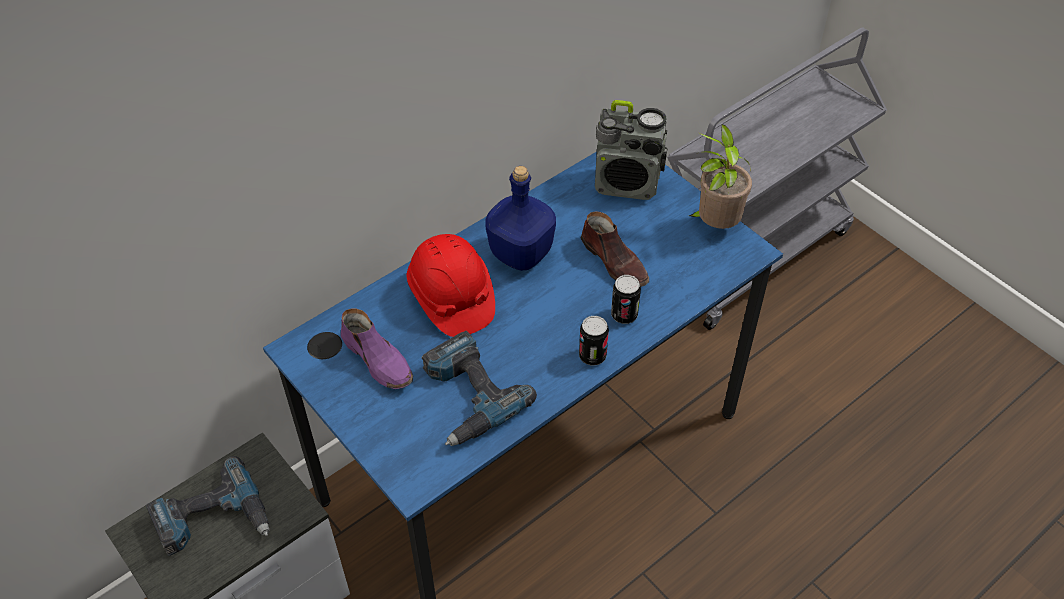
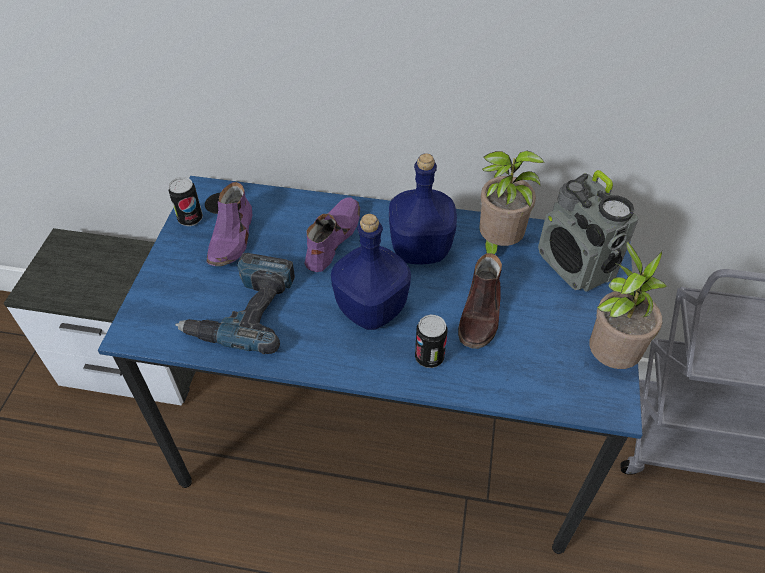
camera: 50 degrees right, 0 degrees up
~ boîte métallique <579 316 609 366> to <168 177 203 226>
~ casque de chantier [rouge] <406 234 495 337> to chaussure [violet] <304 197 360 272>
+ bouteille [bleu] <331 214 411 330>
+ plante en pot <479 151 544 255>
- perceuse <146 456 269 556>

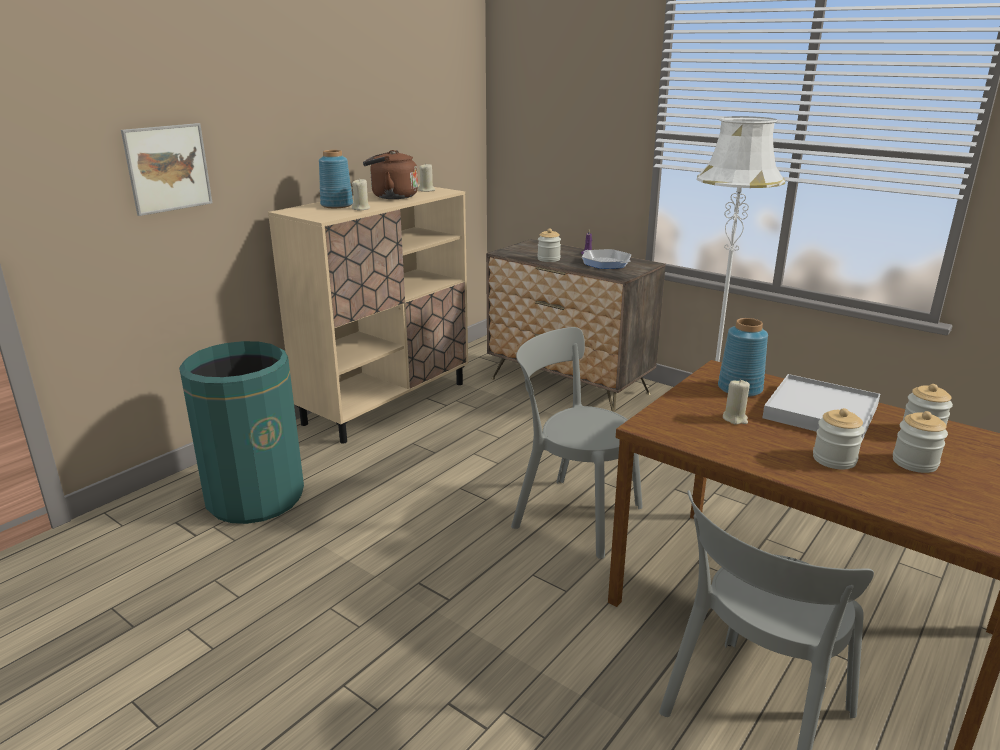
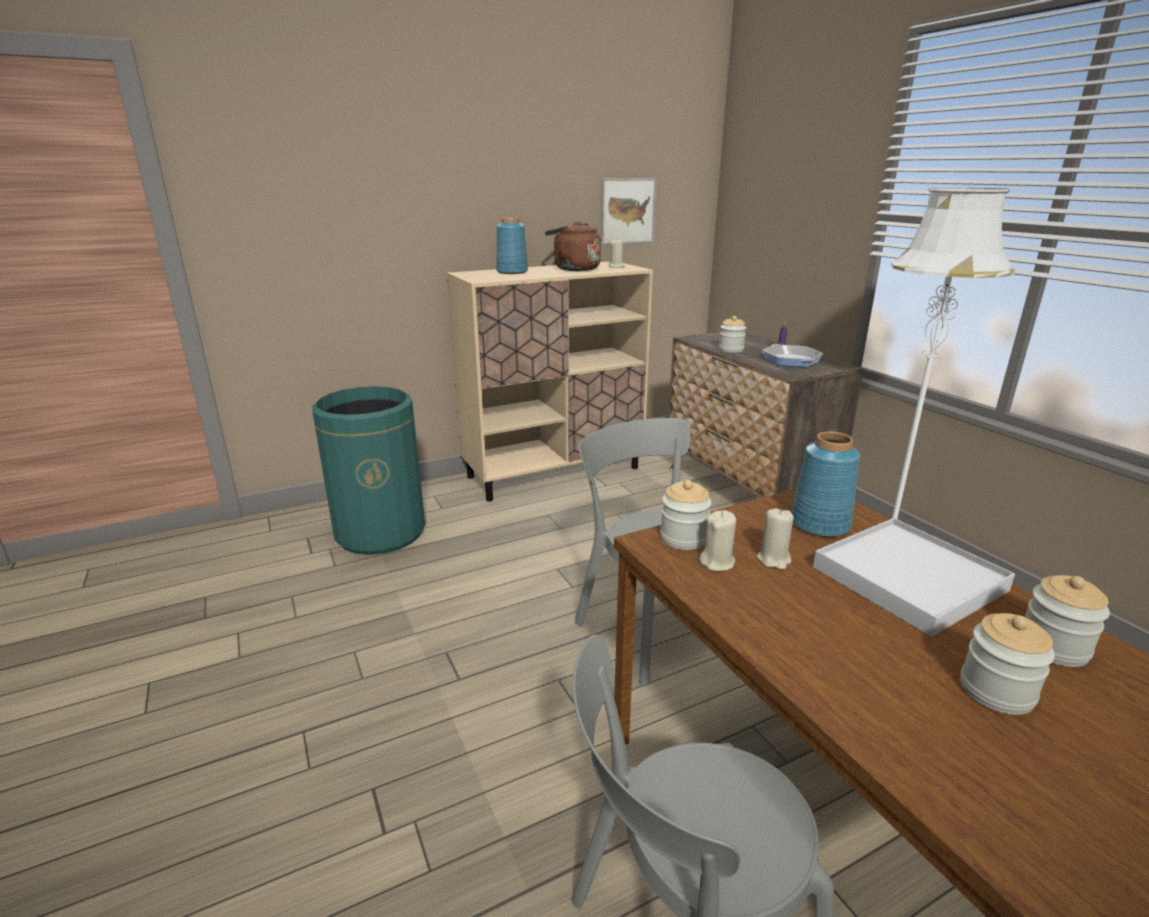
camera: 25 degrees right, 0 degrees up
~ tableau <121 123 212 216> to <601 178 656 245>
~ bocal <813 408 865 469> to <660 480 712 550>
~ bougie [beige] <352 178 370 210> to <699 510 736 571>

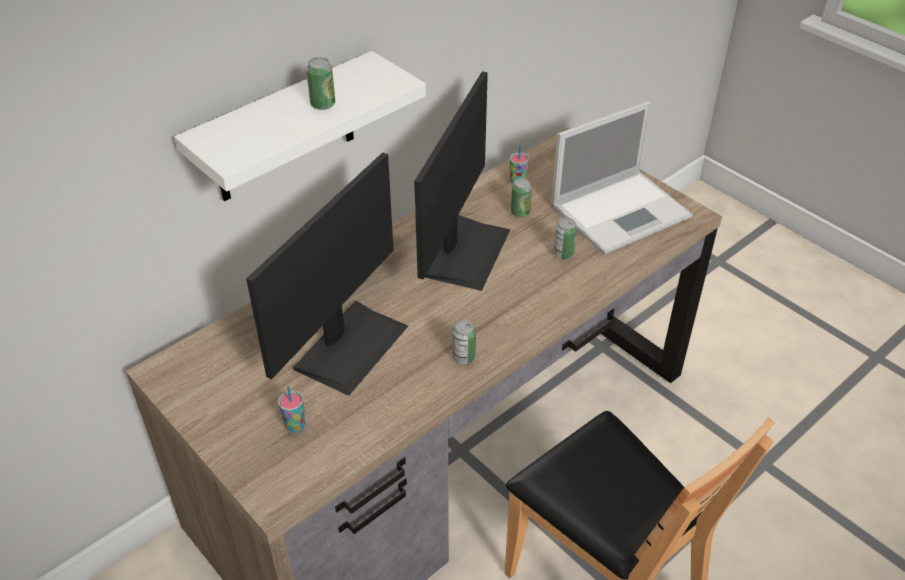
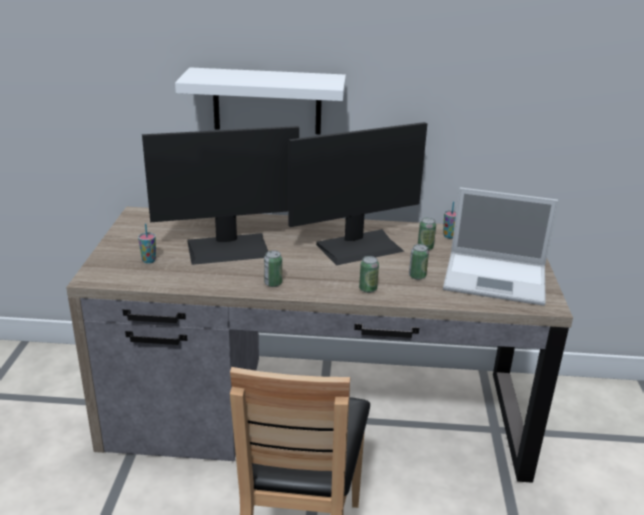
camera: 45 degrees right, 15 degrees down
~ boîte métallique <306 57 335 110> to <359 256 379 293>

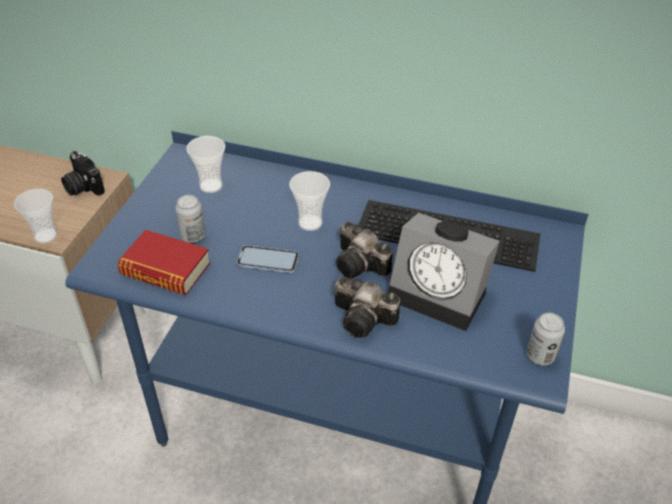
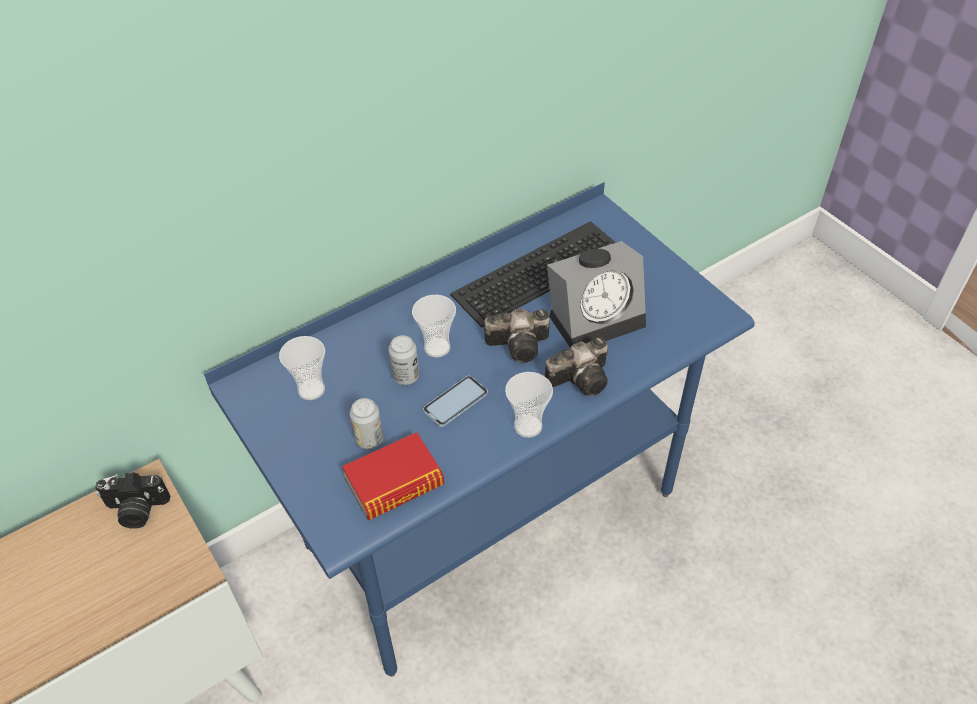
camera: 50 degrees left, 5 degrees up
~ boîte métallique <526 313 565 365> to <389 335 419 385>
~ tasse <14 189 57 243> to <505 372 553 438>

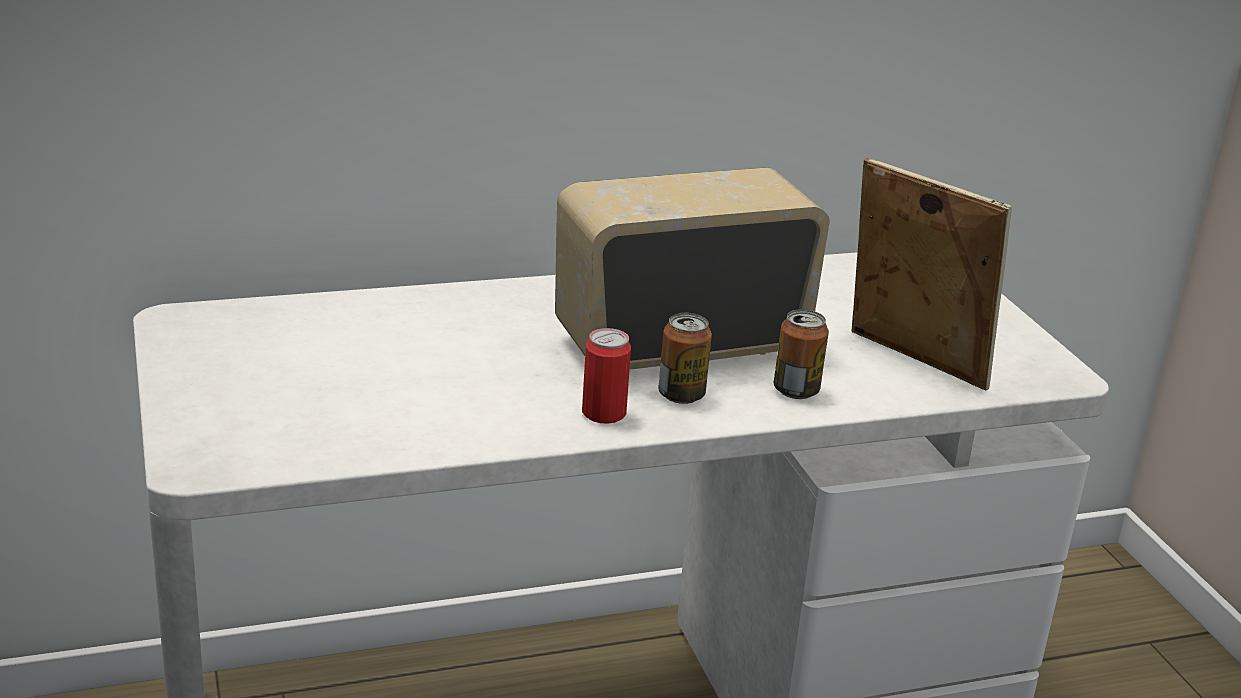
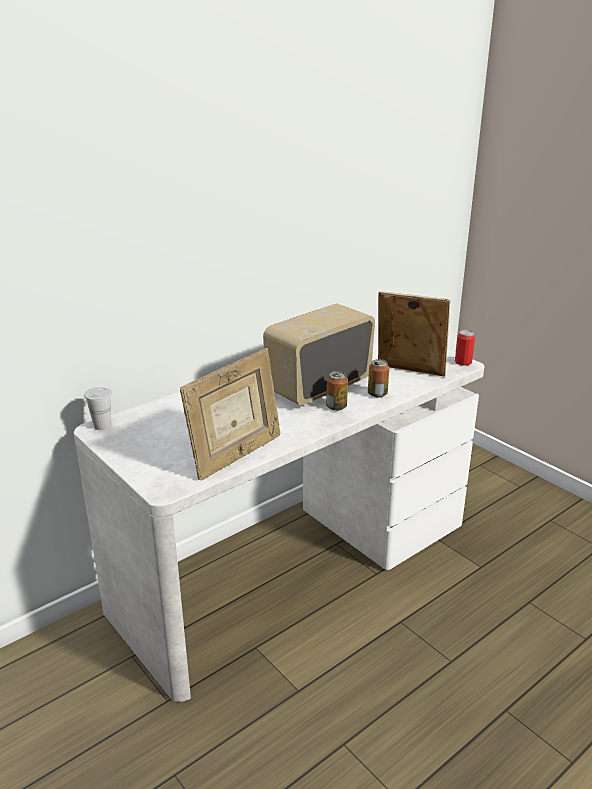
camera: 20 degrees left, 0 degrees up
+ tasse [blanc] <84 387 112 430>
+ cadre photo <180 348 281 480>
~ boîte métallique <582 328 631 424> to <455 330 475 366>

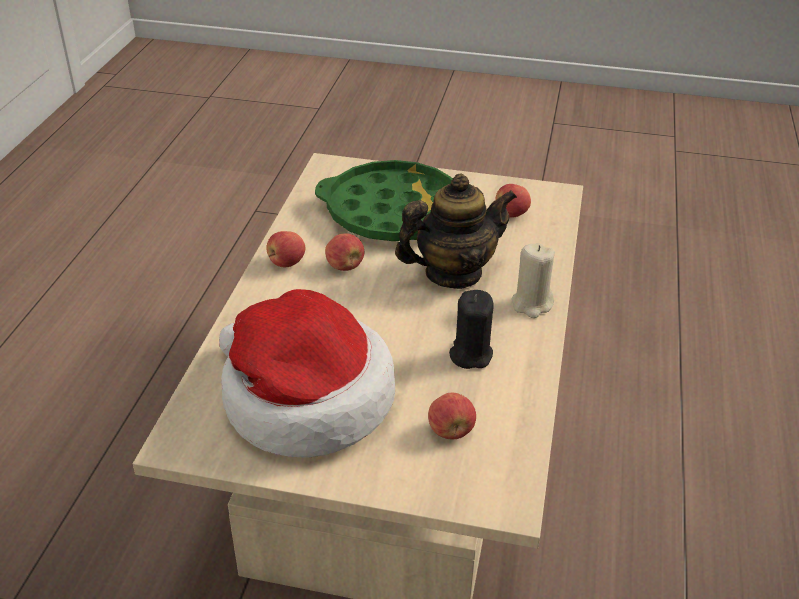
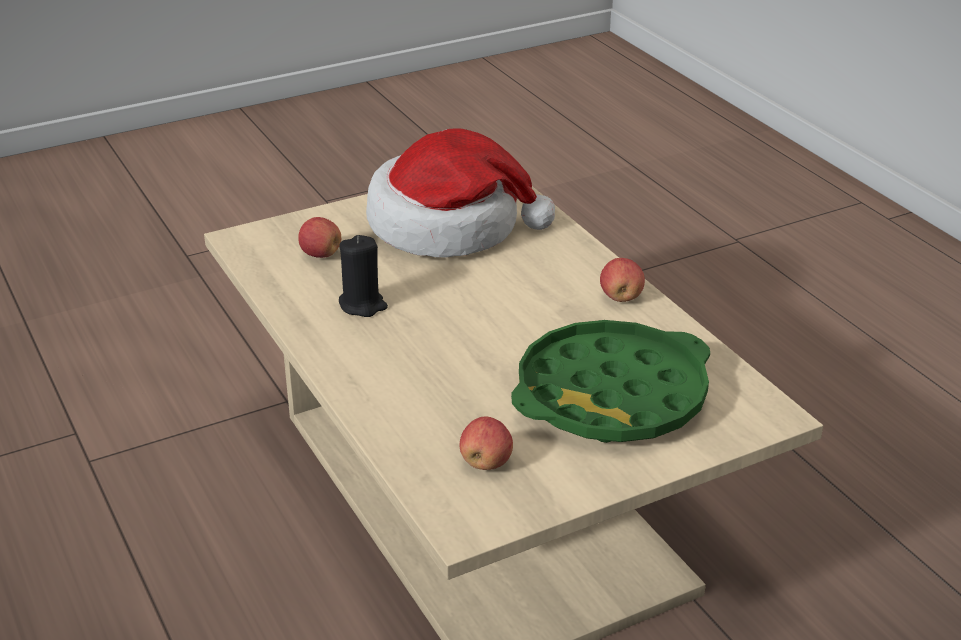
camera: 140 degrees right, 5 degrees down
- pomme <325 233 364 271>
- théière <395 174 517 289>
- bougie [beige] <512 243 555 318>

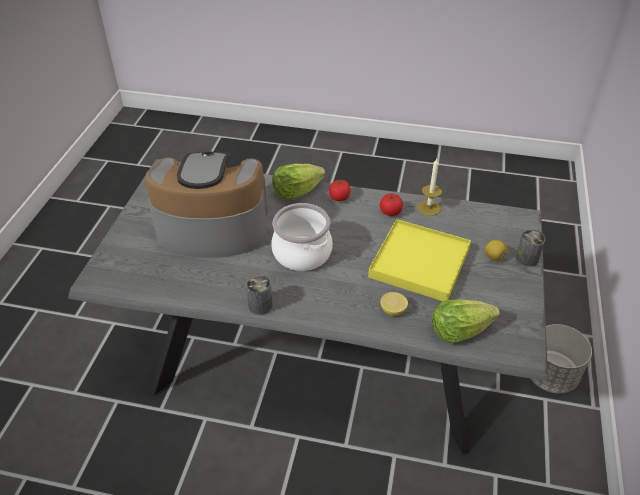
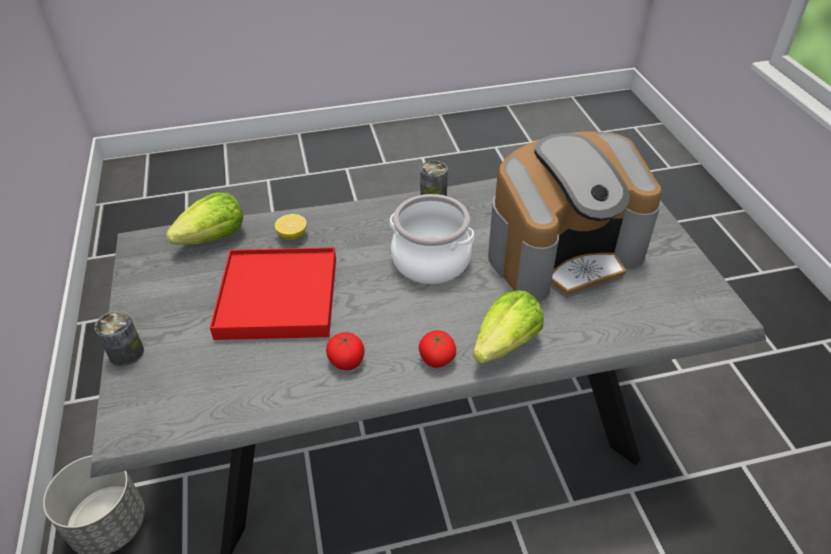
camera: 155 degrees right, 0 degrees up
~ plateau [jaune] <368 219 471 301> to plateau [rouge] <210 247 336 340>
- bougie <418 159 442 216>
- citron <485 240 508 261>

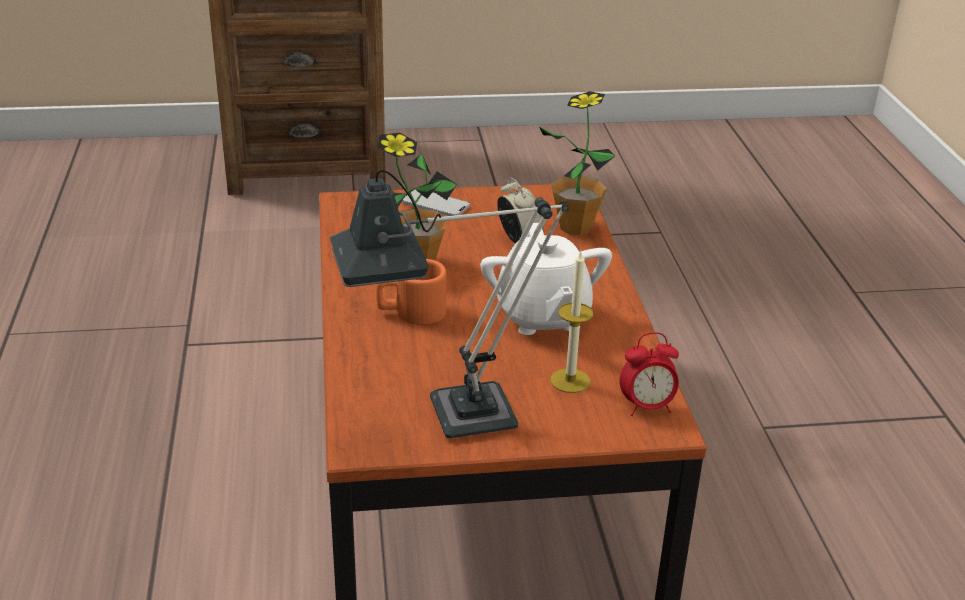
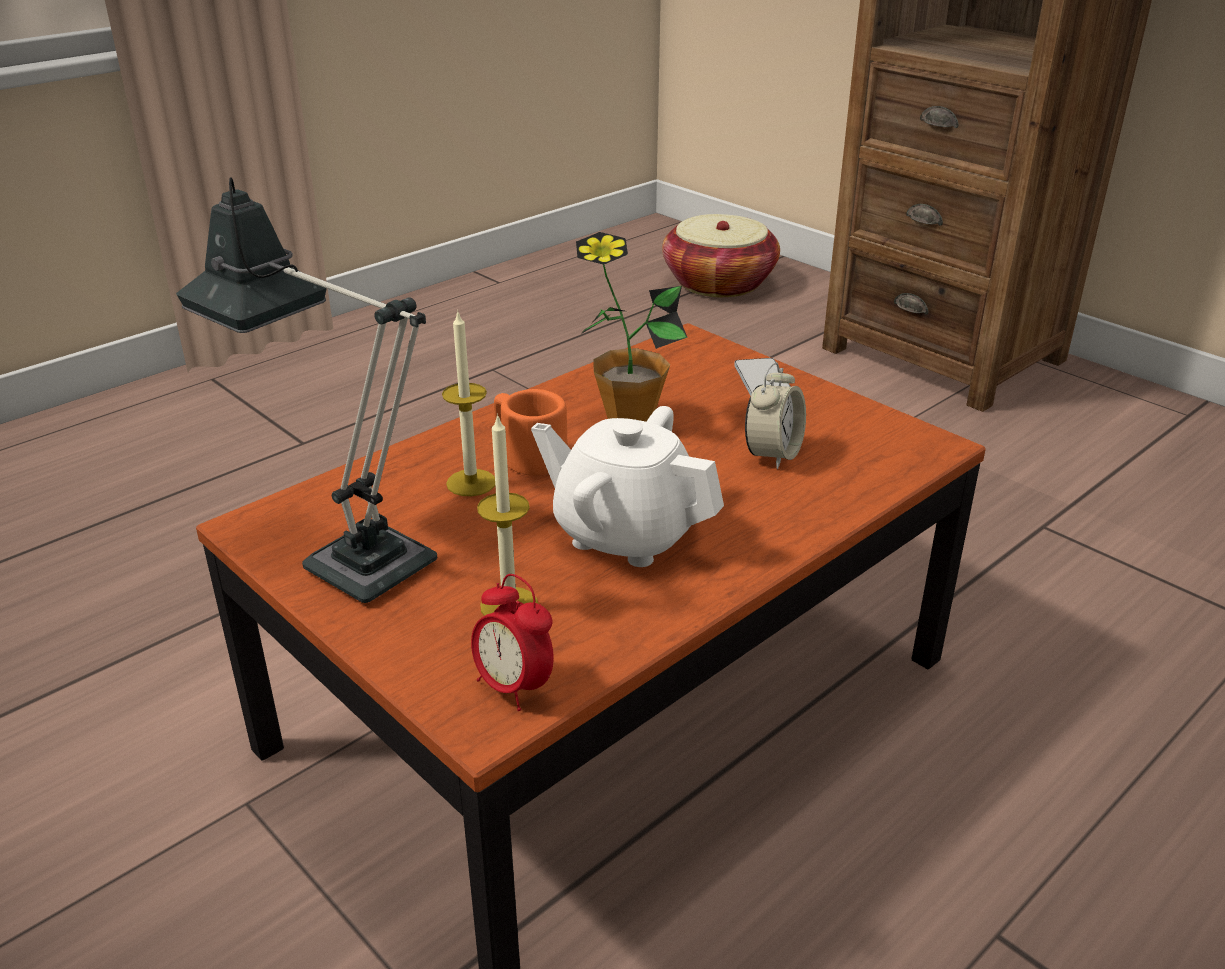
camera: 55 degrees right, 0 degrees up
+ bougie <442 310 495 496>
~ théière [blanc] <480 223 612 335> = <531 406 724 567> 75 degrees clockwise
+ panier <662 214 780 297>
- plante en pot <540 91 615 235>

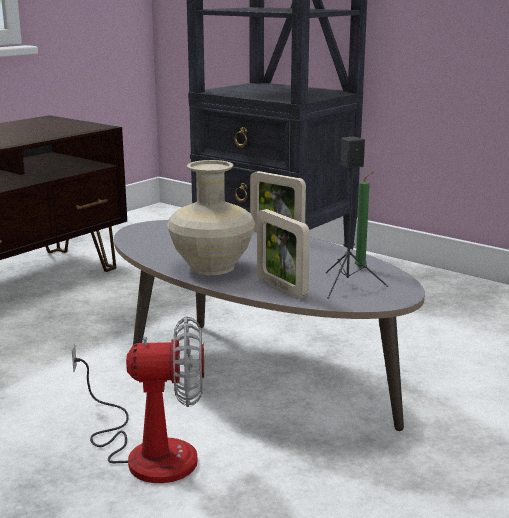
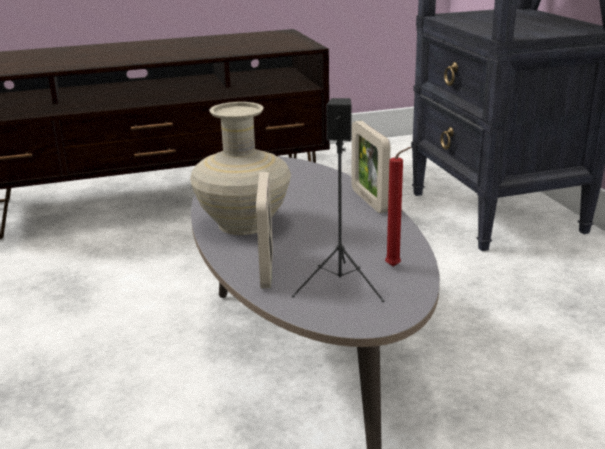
camera: 35 degrees right, 5 degrees up
~ bougie [vert] <354 171 374 268> to bougie [rouge] <385 147 411 266>
- ventilateur <72 316 204 483>

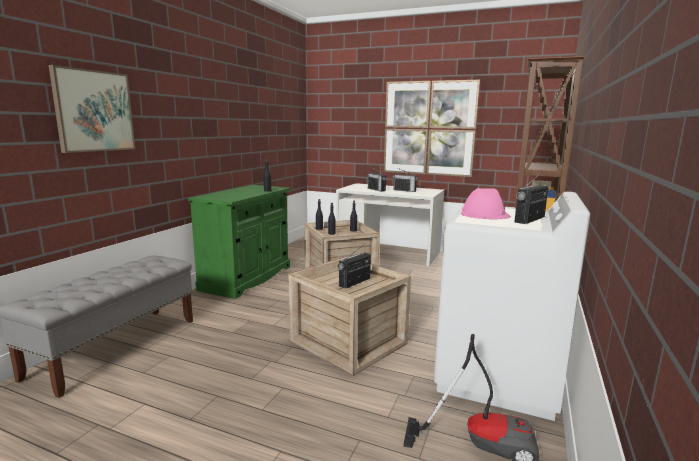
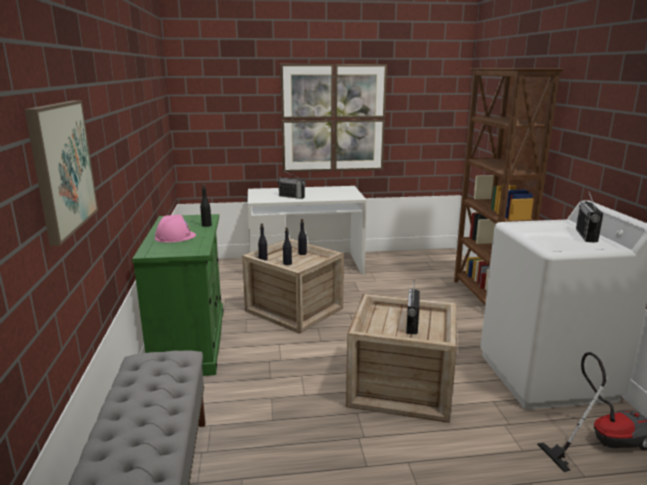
camera: 30 degrees left, 5 degrees up
~ casque de chantier [rose] <461 188 511 219> to <155 214 196 243>
- radio <393 168 418 192>

